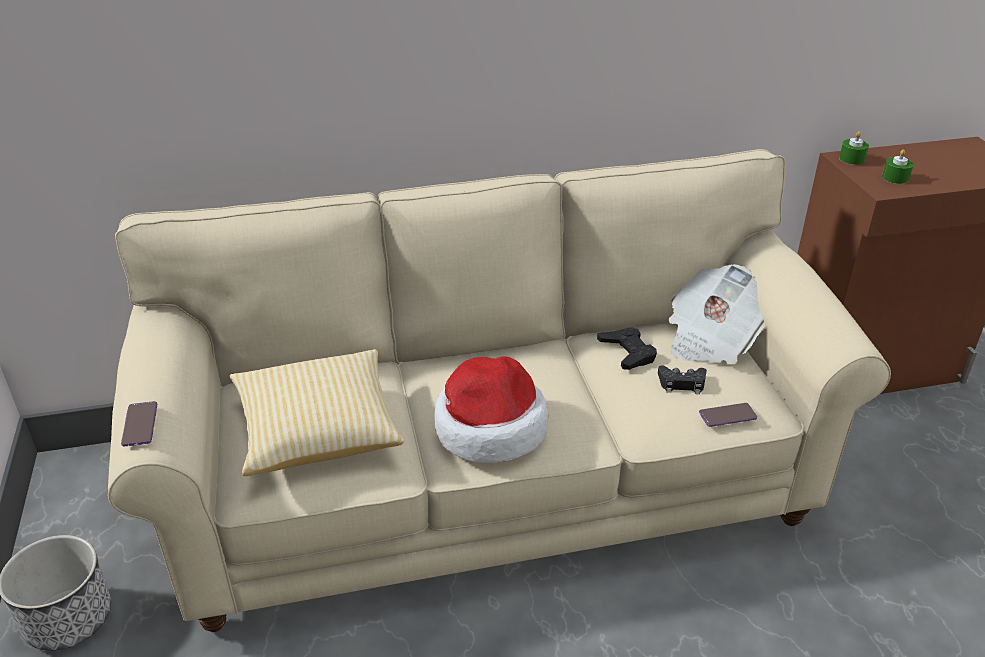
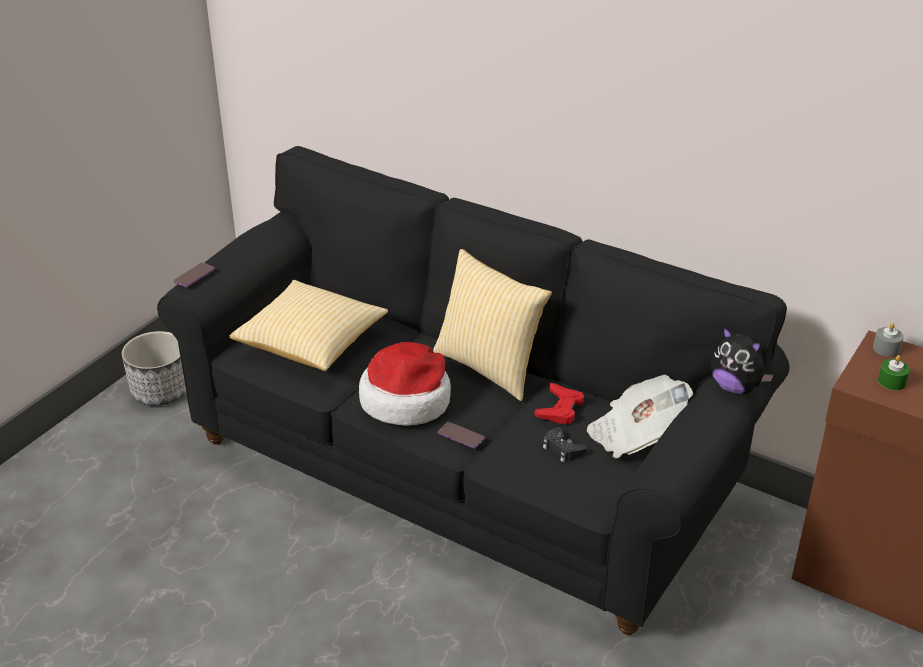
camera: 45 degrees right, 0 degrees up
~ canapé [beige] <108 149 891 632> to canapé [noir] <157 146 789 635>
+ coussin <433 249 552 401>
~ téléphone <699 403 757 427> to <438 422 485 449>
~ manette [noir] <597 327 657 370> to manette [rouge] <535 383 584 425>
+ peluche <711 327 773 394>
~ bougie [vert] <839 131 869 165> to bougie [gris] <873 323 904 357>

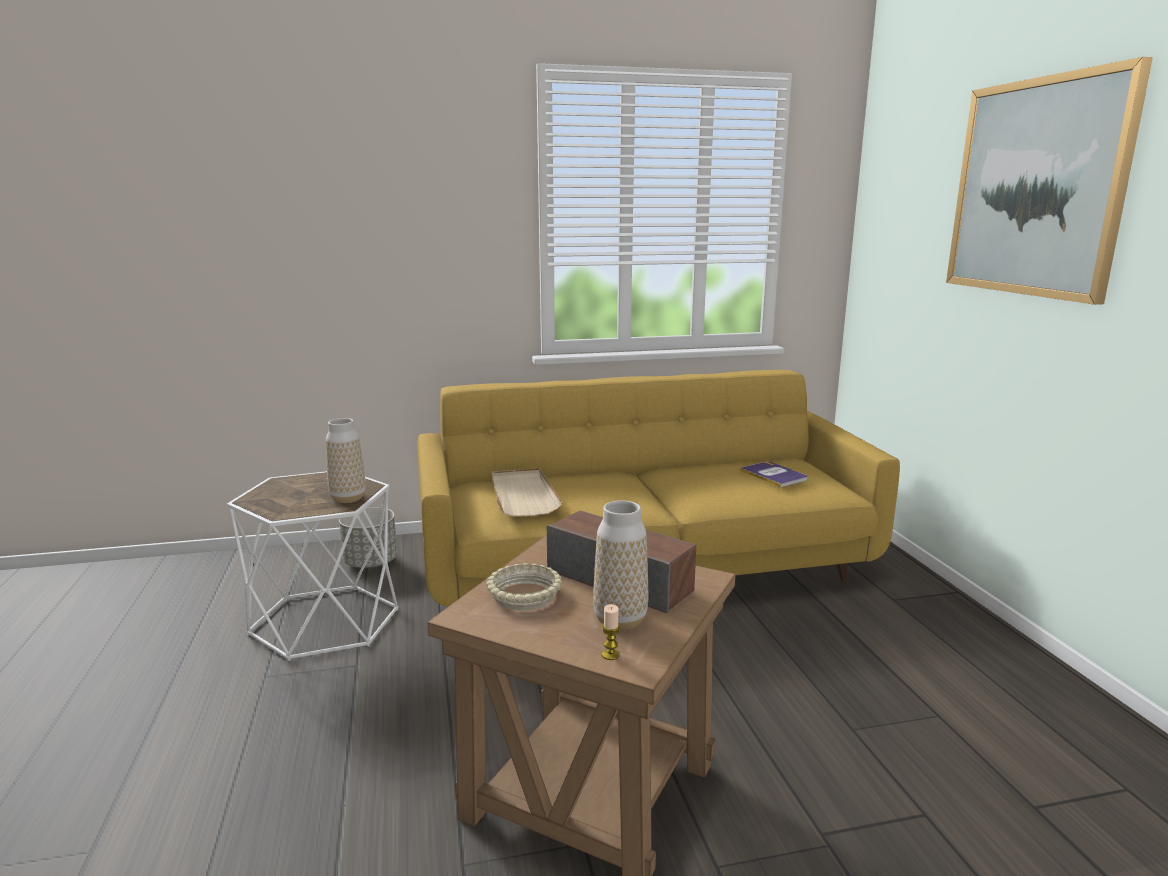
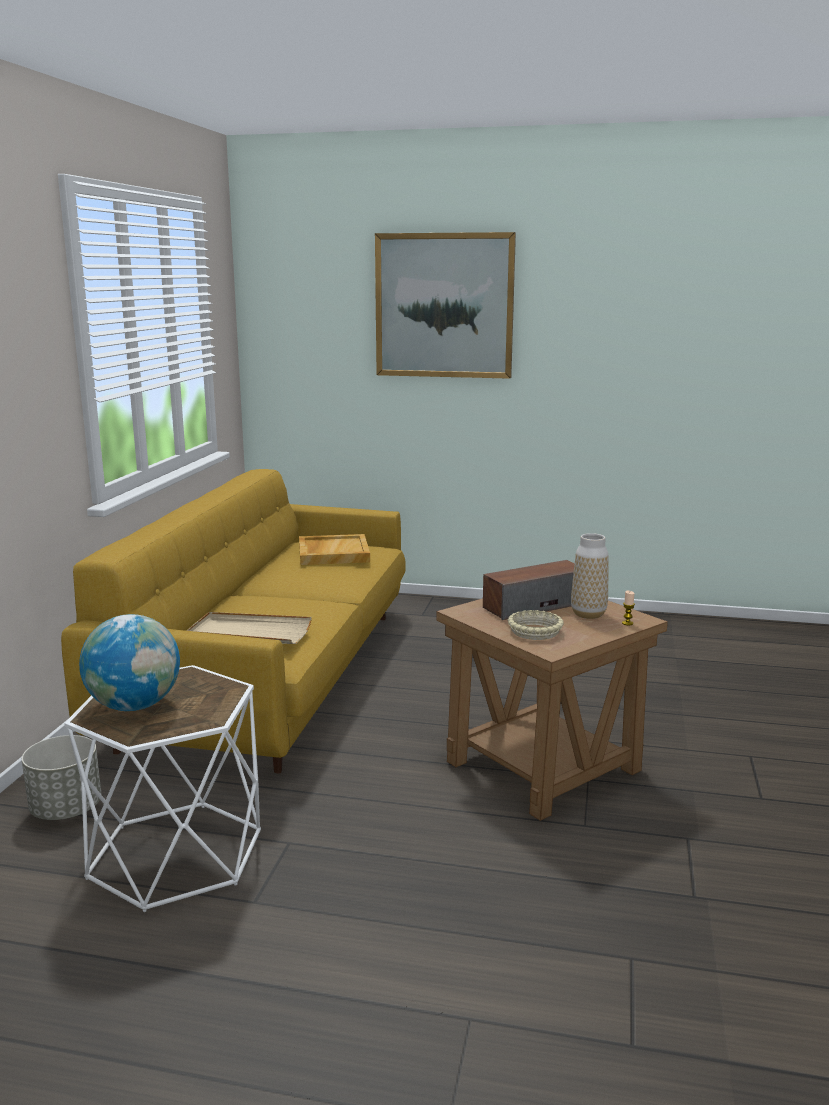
camera: 65 degrees left, 0 degrees up
+ globe <79 614 180 711>
~ livre <740 462 807 487> to plateau [beige] <299 534 370 565>
- vase <326 418 366 503>

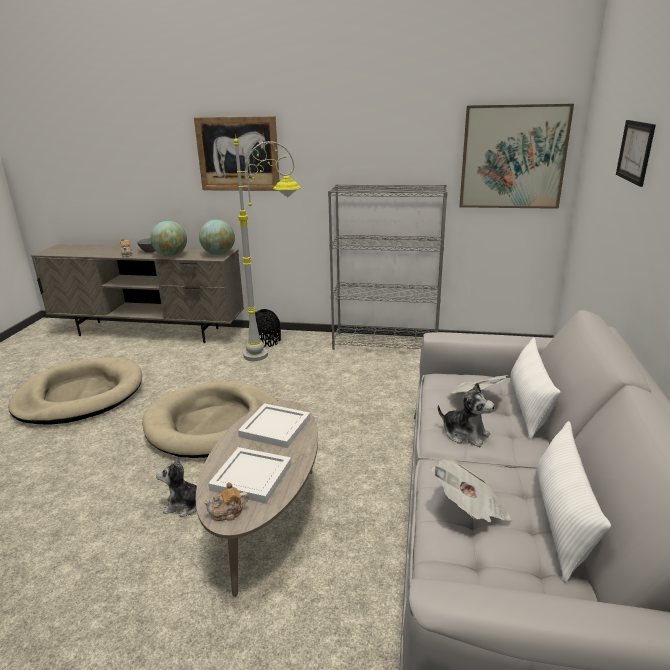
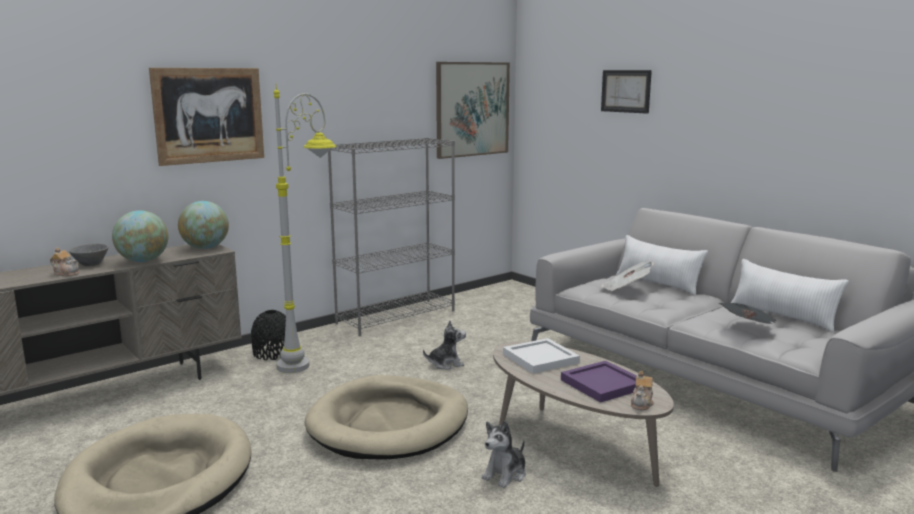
camera: 50 degrees left, 10 degrees down
~ peluche <438 382 495 447> to <423 320 466 369>
~ plateau [blanc] <208 447 292 504> to plateau [violet] <561 361 637 403>

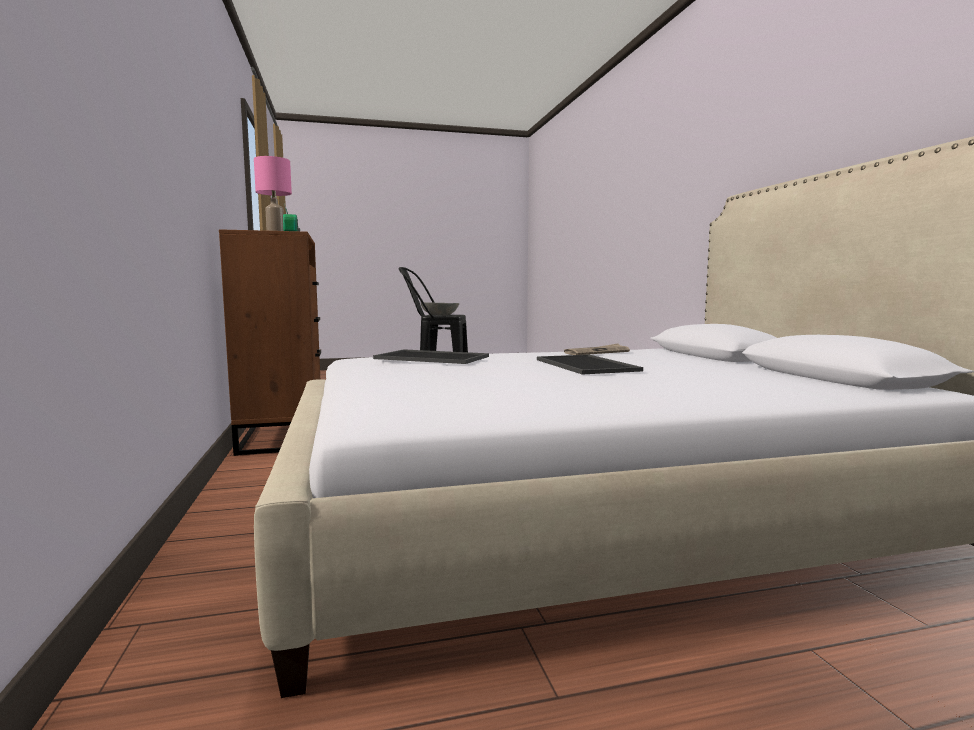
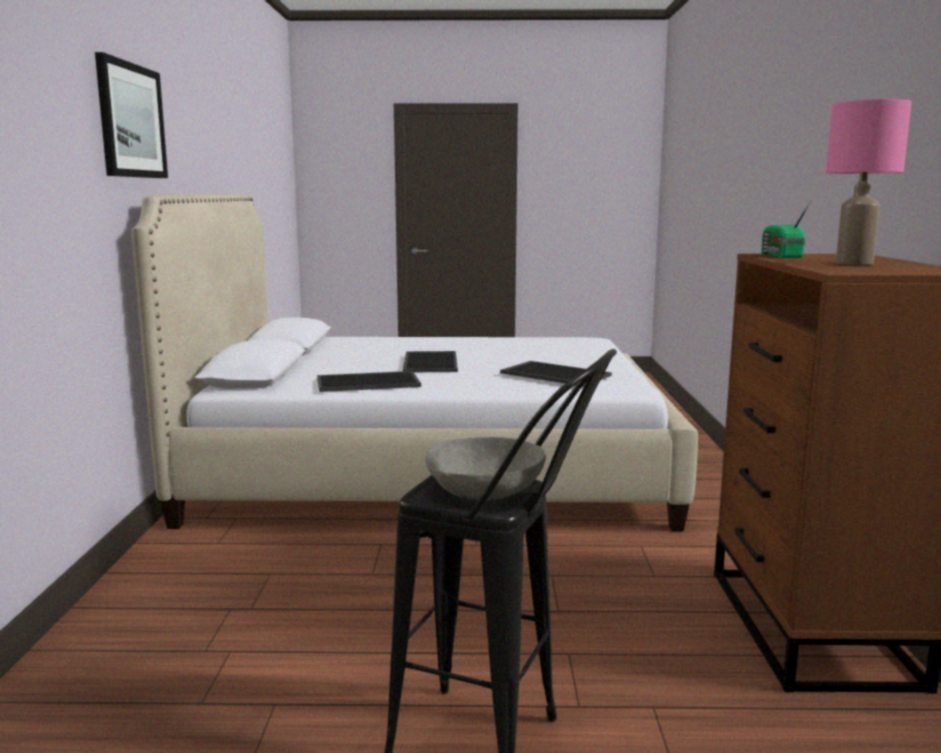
camera: 165 degrees left, 5 degrees up
+ tableau <95 52 168 178>
~ journal <564 344 630 355> to plateau <317 371 421 392>

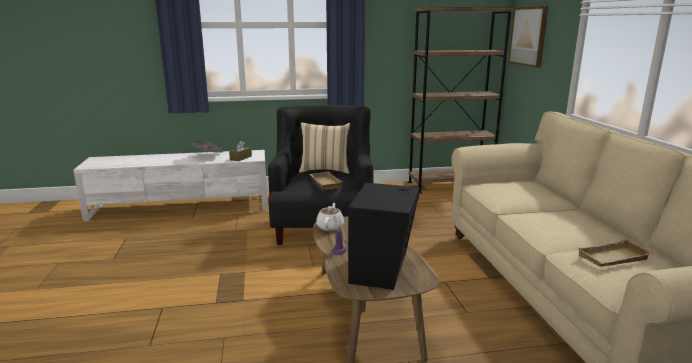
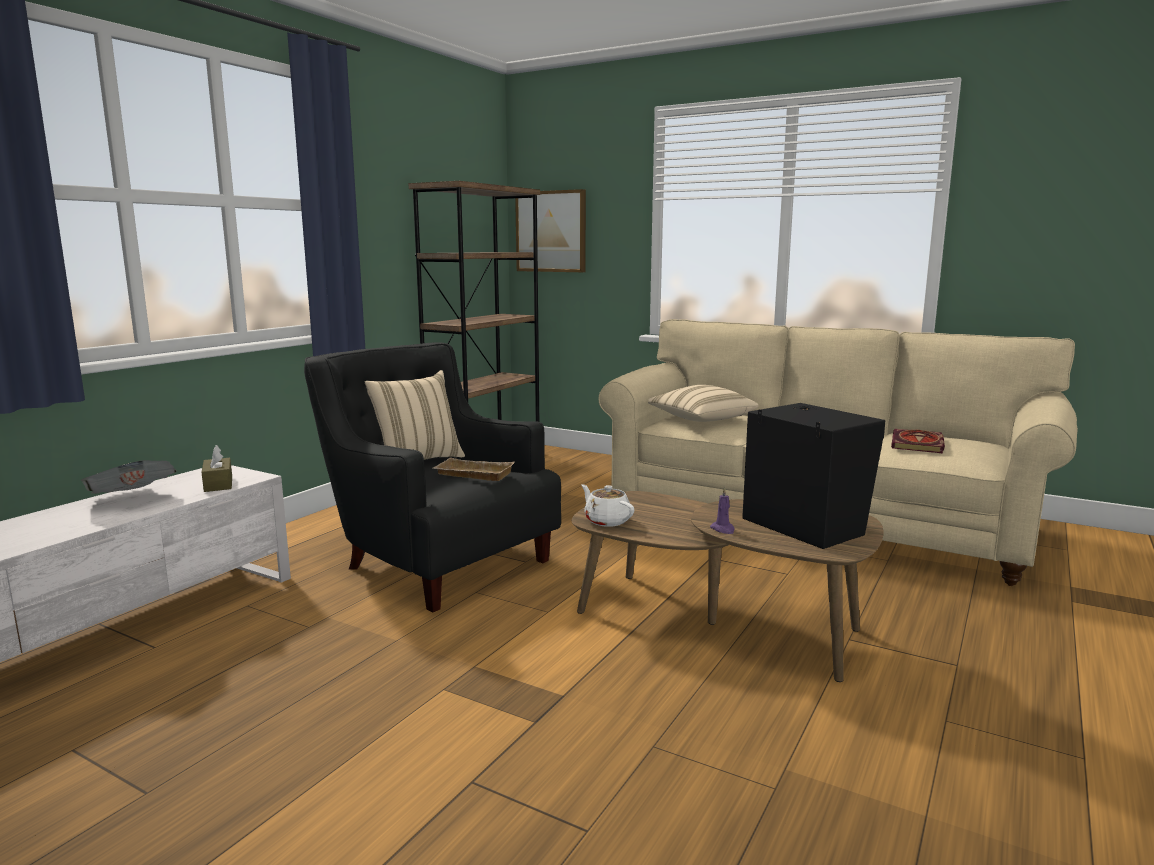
camera: 50 degrees left, 5 degrees down
+ coussin [beige] <648 385 759 422>
~ plateau [beige] <578 239 653 267> to livre <891 429 945 453>

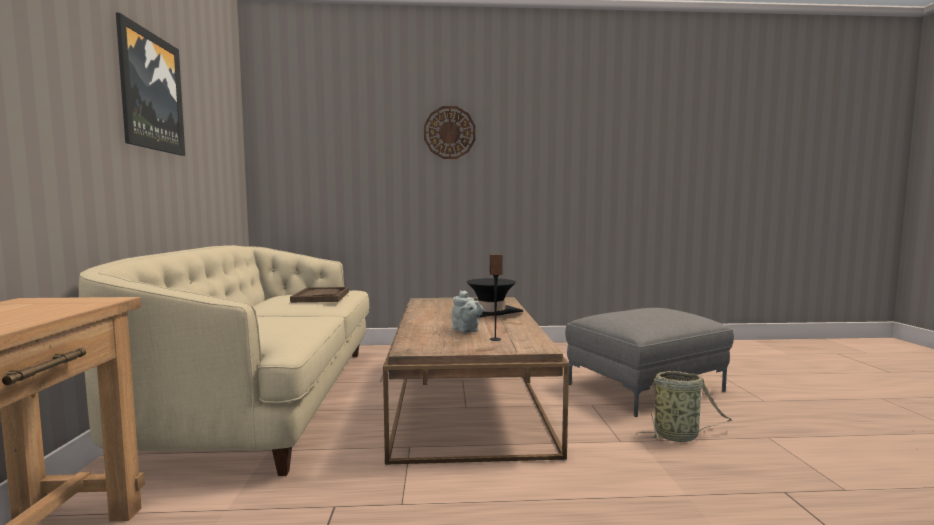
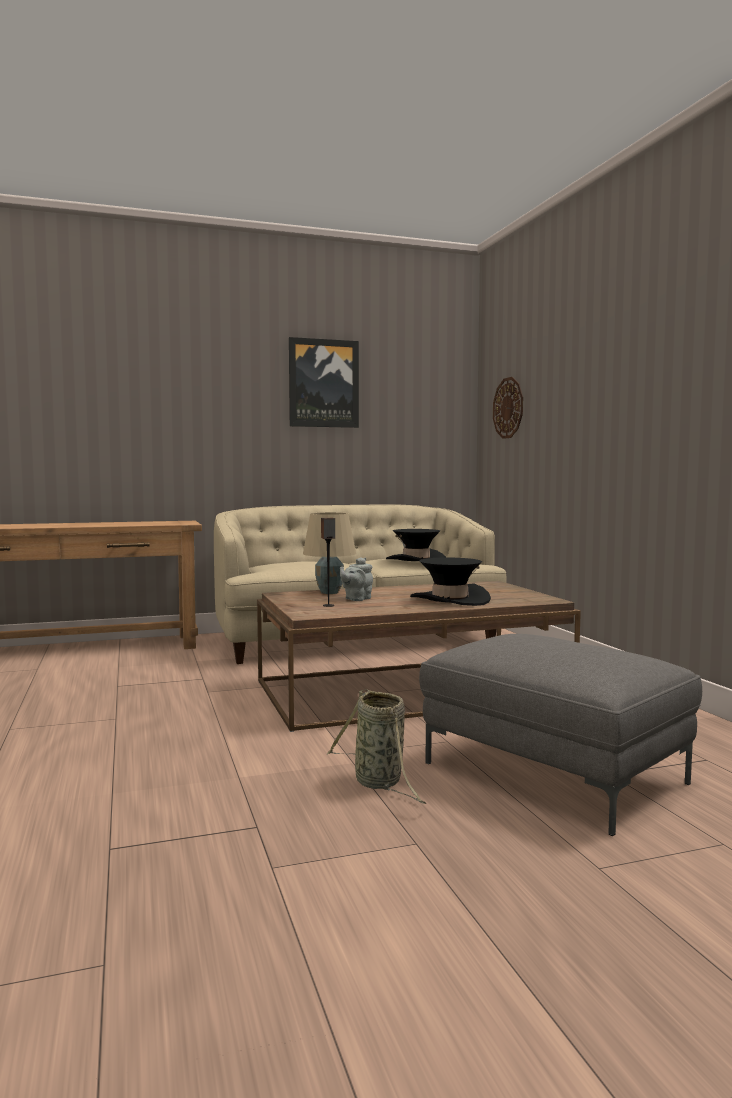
camera: 75 degrees right, 0 degrees up
+ lampe de table [beige] <303 513 356 594>
~ plateau [marron] <290 287 349 303> to chapeau [noir] <386 529 446 561>
~ horloge murale <424 106 476 159> to <493 377 523 439>

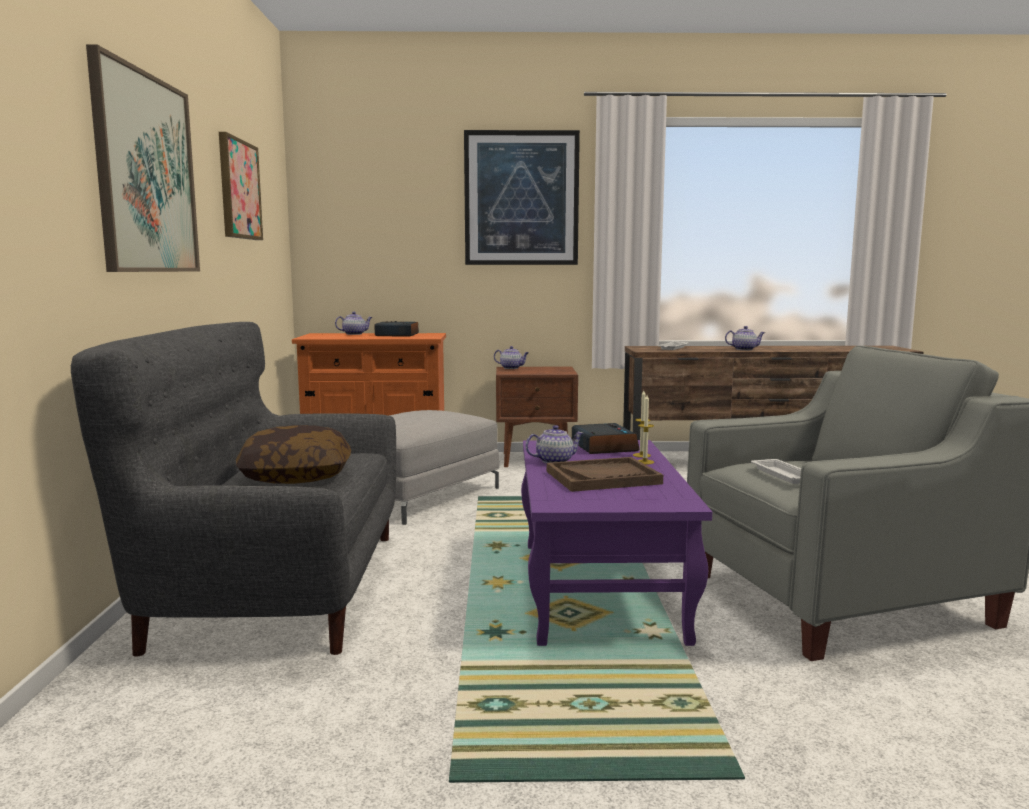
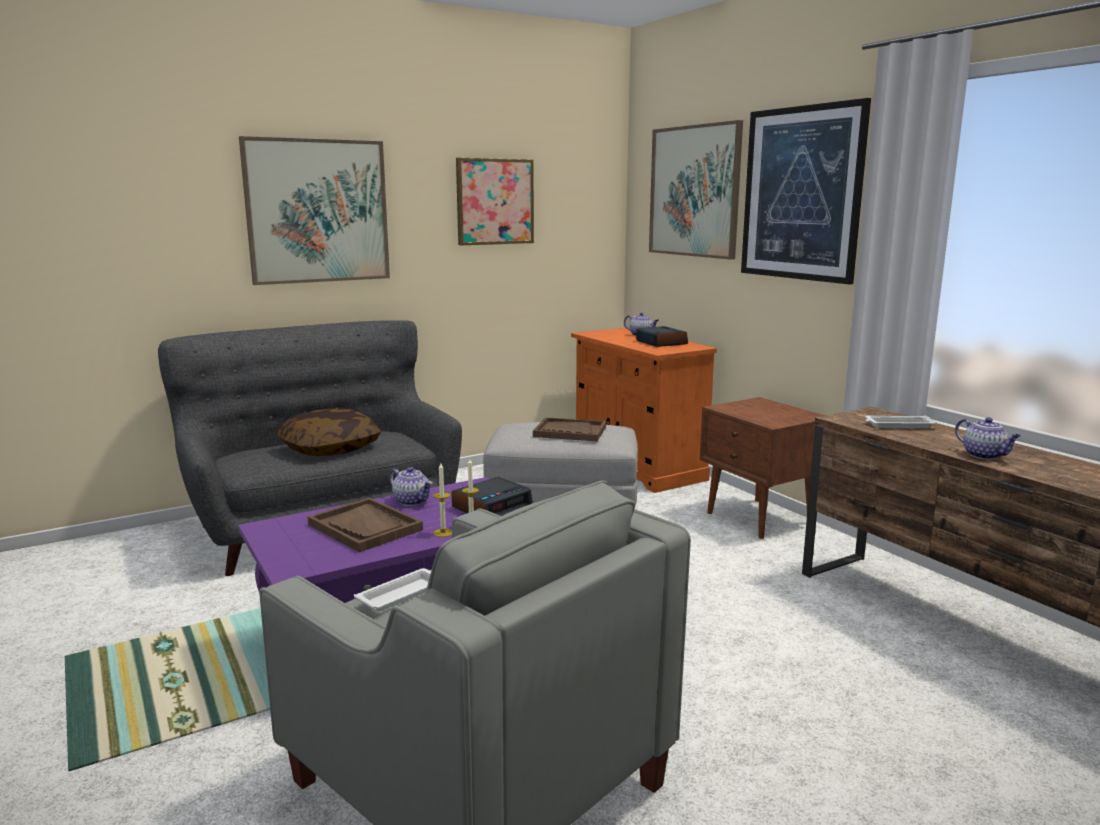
camera: 60 degrees right, 5 degrees up
+ plateau [marron] <533 417 606 441>
+ tableau <649 120 743 260>
- théière <494 346 529 369>

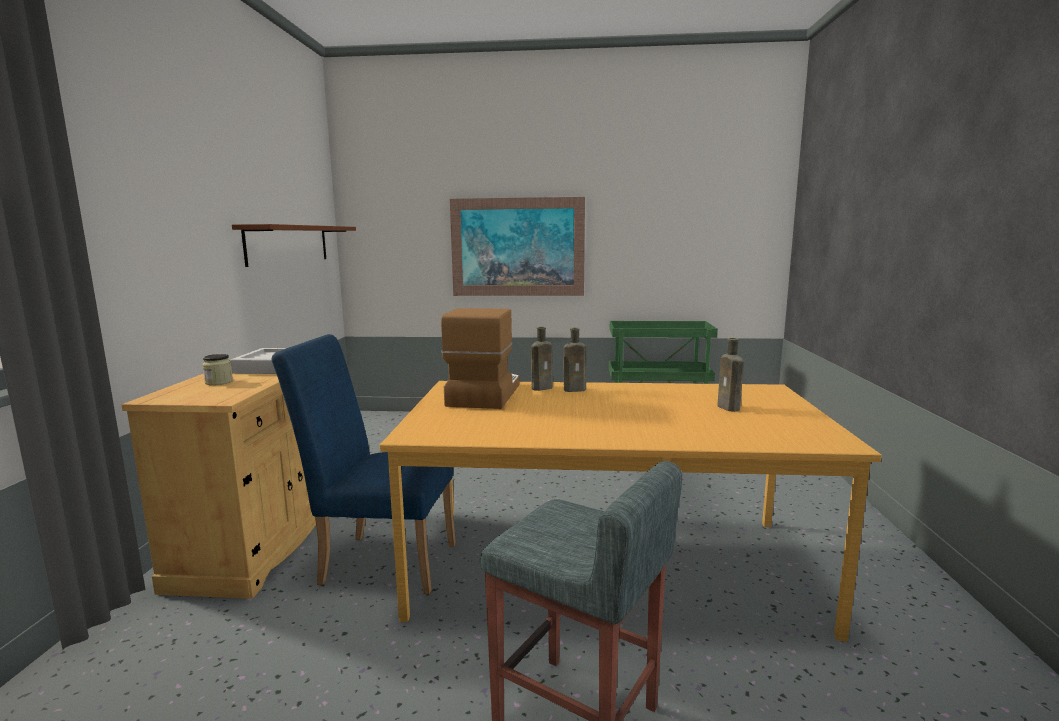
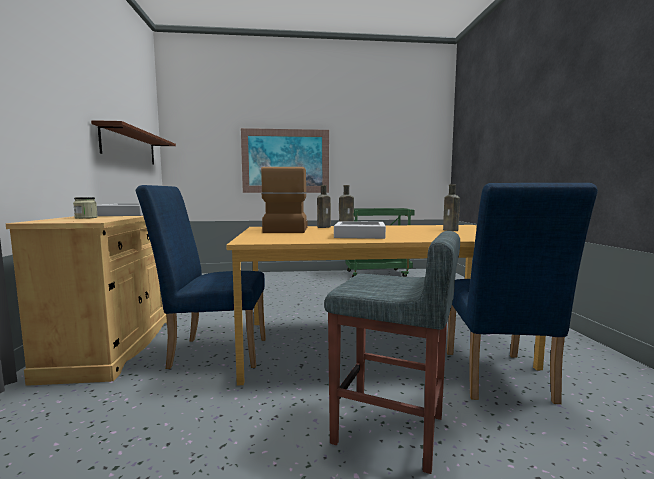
camera: 10 degrees left, 5 degrees down
+ plateau [gris] <334 221 386 239>
+ chaise [bleu] <447 183 598 404>

